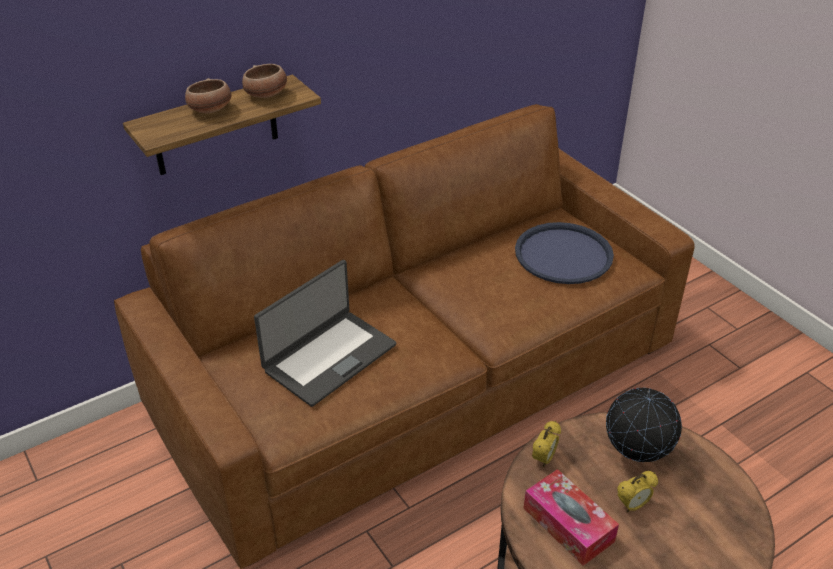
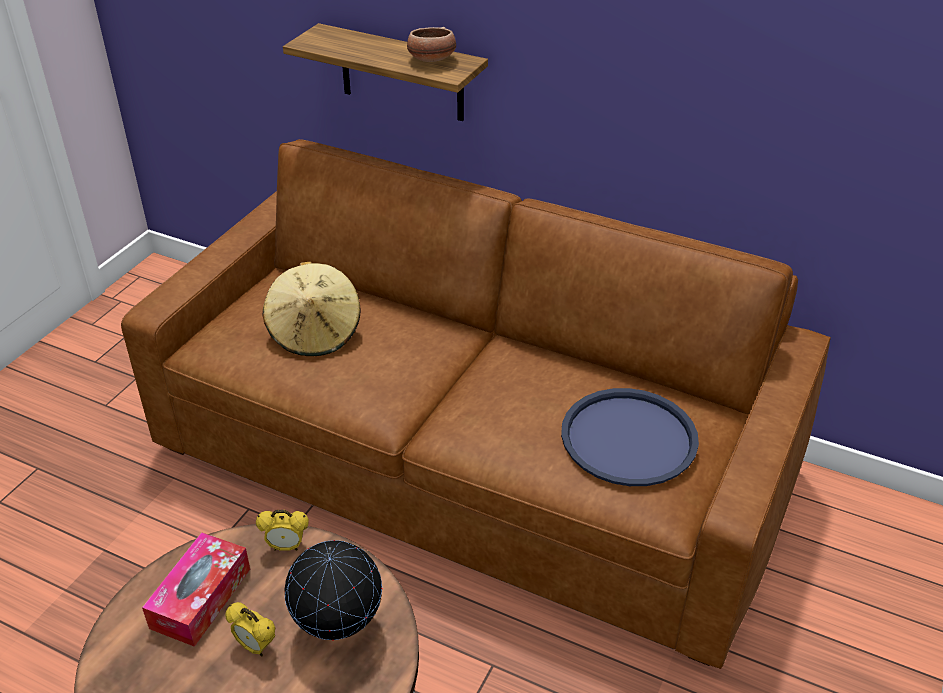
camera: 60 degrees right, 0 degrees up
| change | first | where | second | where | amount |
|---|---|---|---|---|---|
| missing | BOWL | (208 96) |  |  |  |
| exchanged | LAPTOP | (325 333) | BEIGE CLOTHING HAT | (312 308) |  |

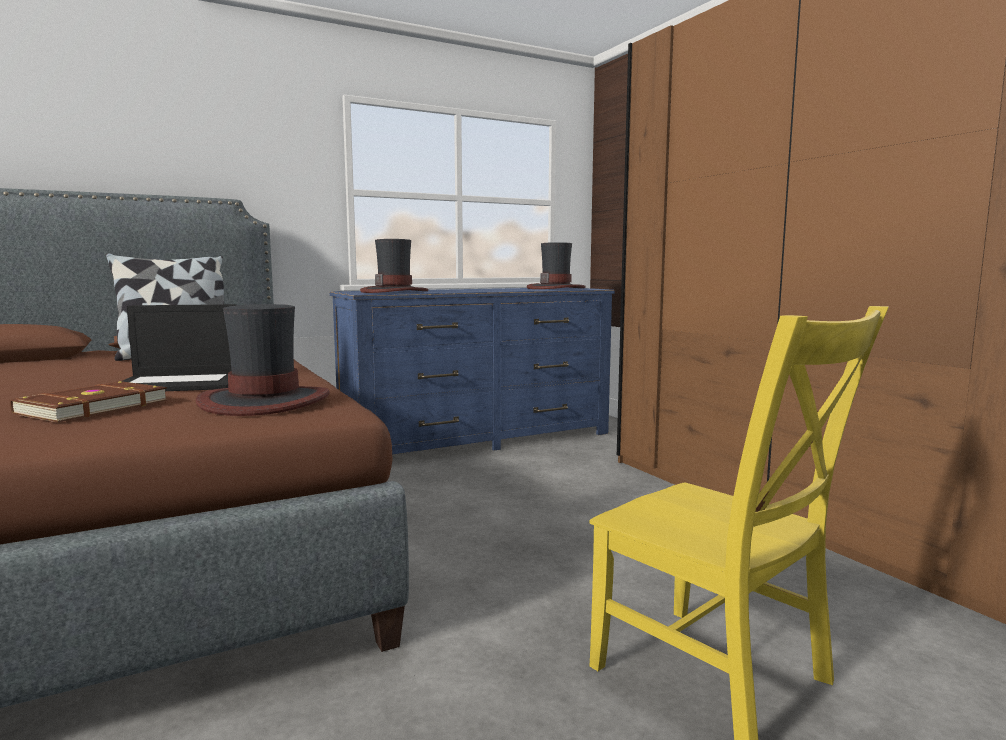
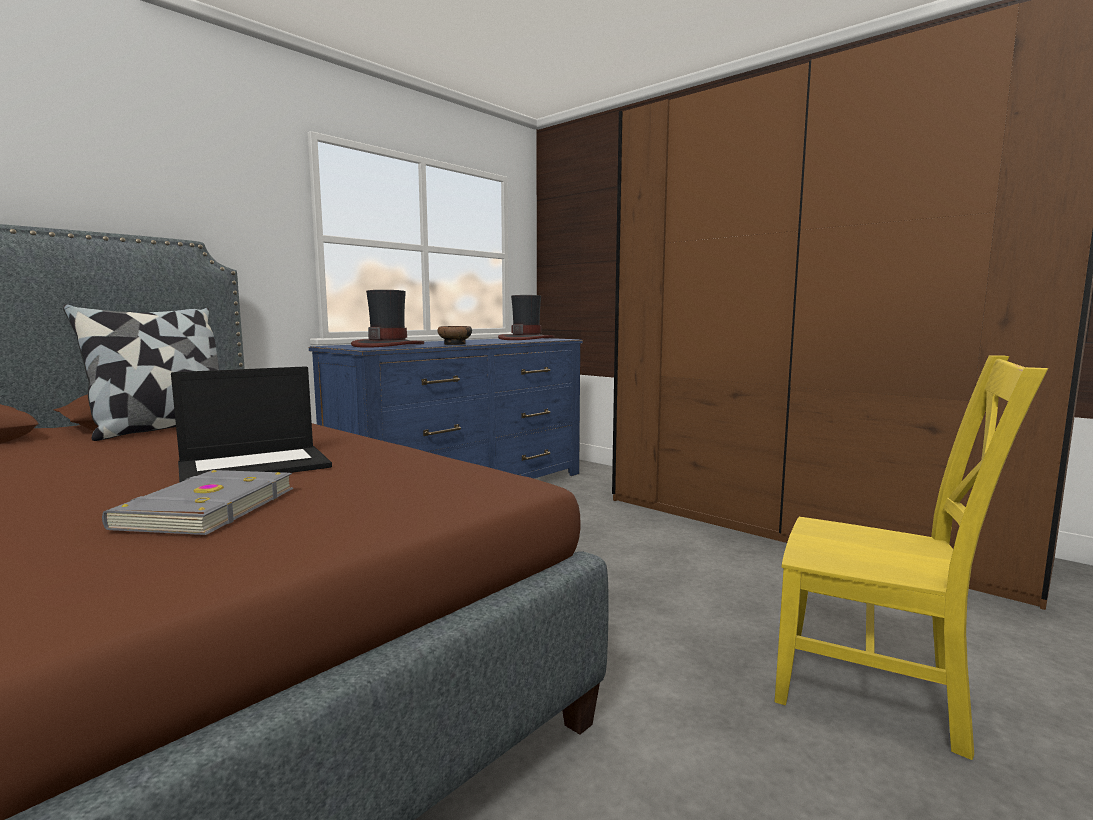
camera: 20 degrees left, 0 degrees up
| change | first | where | second | where | amount |
|---|---|---|---|---|---|
| missing | CLOTHING HAT | (262 360) |  |  |  |
| colour | BROWN-COLOURED BOUND BOOK | (89 401) | GREYISH BOUND BOOK | (197 502) |  |
| appeared |  |  | BOWL | (454 335) |  |

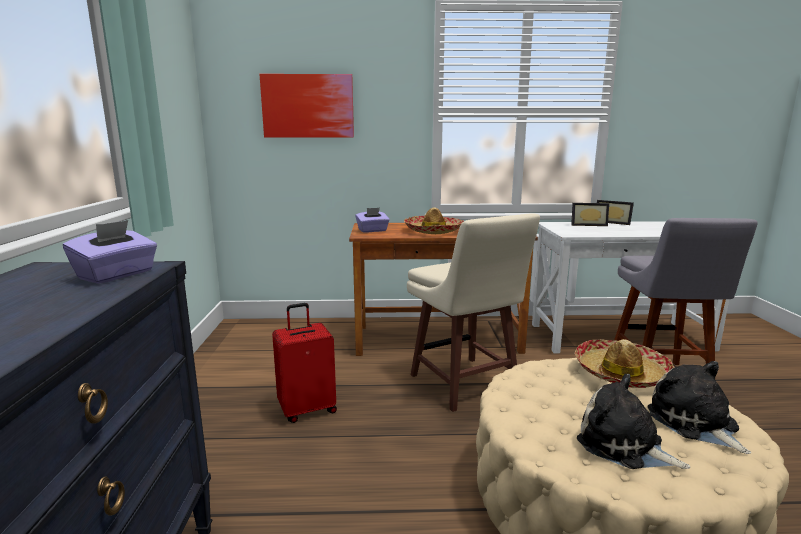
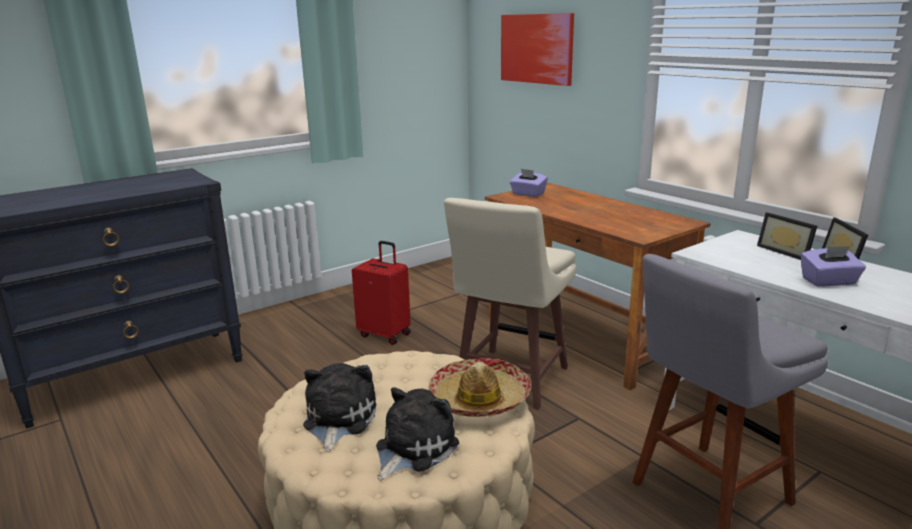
camera: 55 degrees right, 5 degrees up
| change | first | where | second | where | amount |
|---|---|---|---|---|---|
| missing | CLOTHING HAT | (434 220) |  |  |  |
| relocated | PURPLE TISSUE HOLDER | (110 252) |  | (833 266) |  |

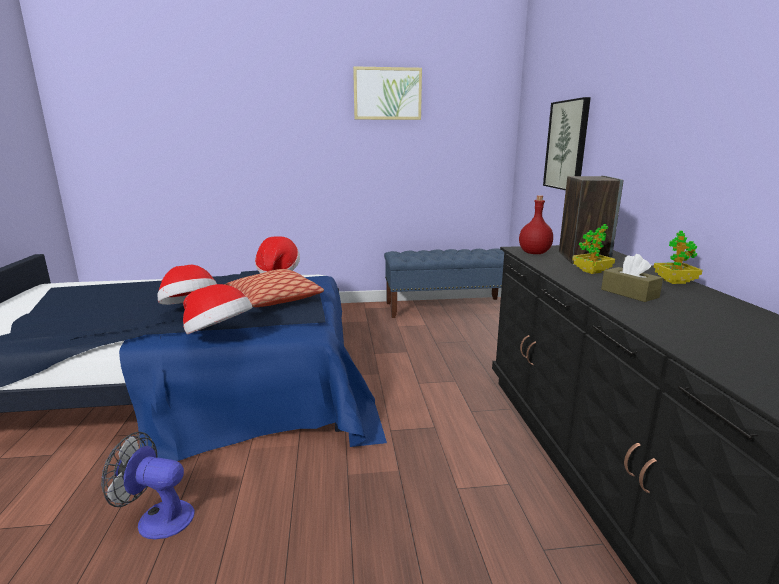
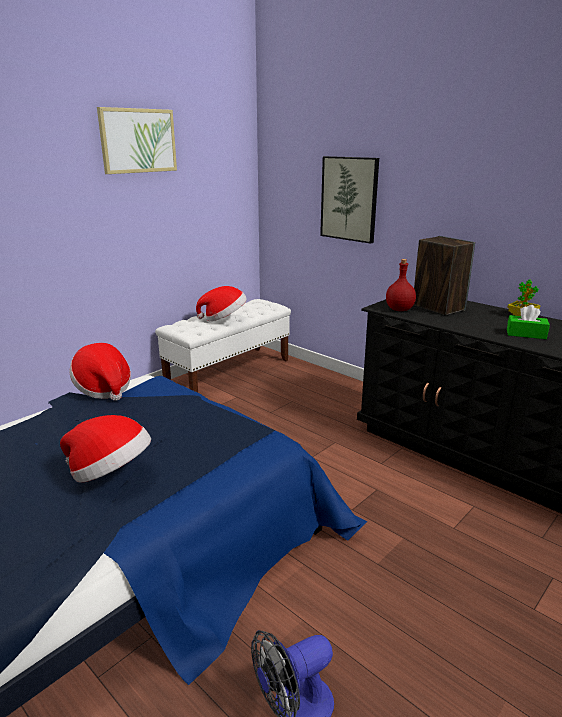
camera: 40 degrees left, 5 degrees up
| change | first | where | second | where | amount |
|---|---|---|---|---|---|
| missing | PLANT IN A POT | (593 249) |  |  |  |
| colour | BLUE-COLOURED LONG SEAT | (444 283) | WHITE LONG SEAT | (223 346) |  |
| colour | BROWN-COLOURED TISSUE HOLDER | (632 278) | GREENISH TISSUE HOLDER | (528 322) |  |
| missing | PILLOW | (274 288) |  |  |  |
| relocated | CLOTHING HAT | (217 309) |  | (221 303) |  |

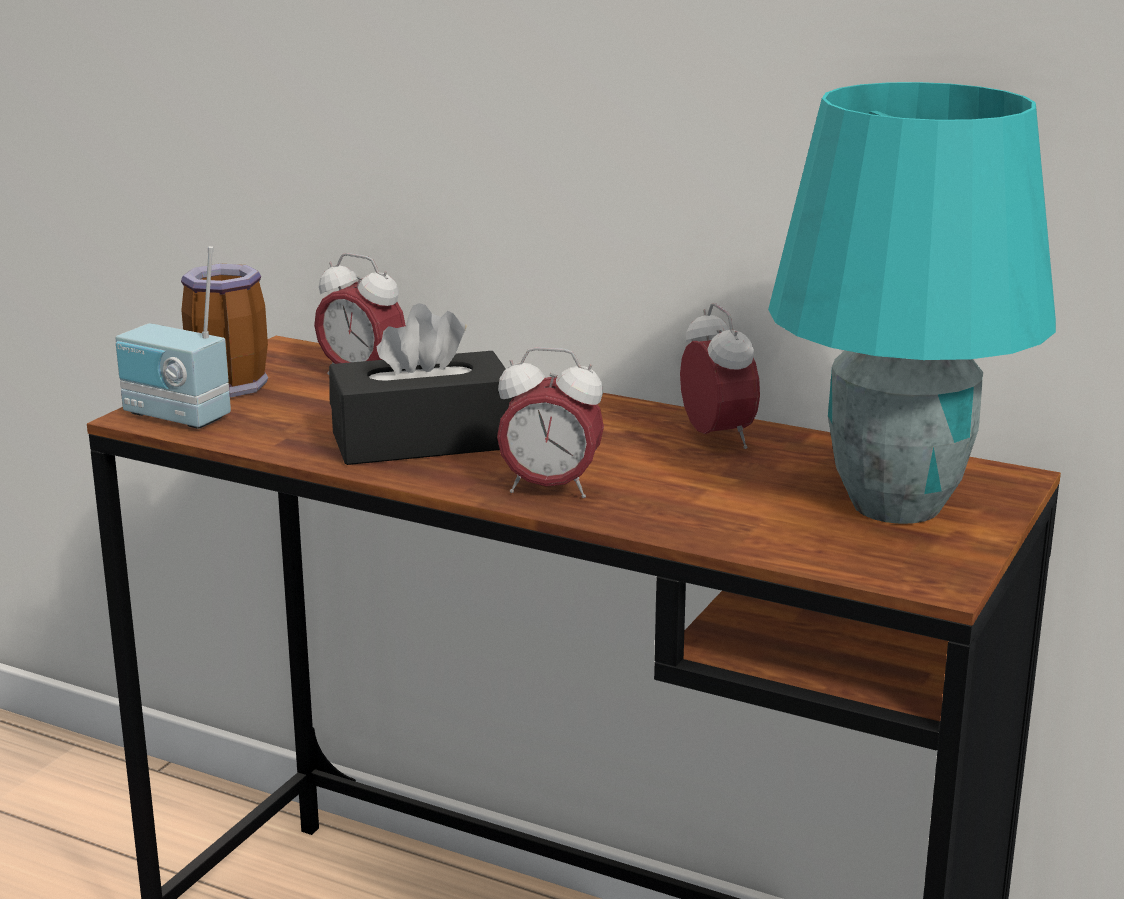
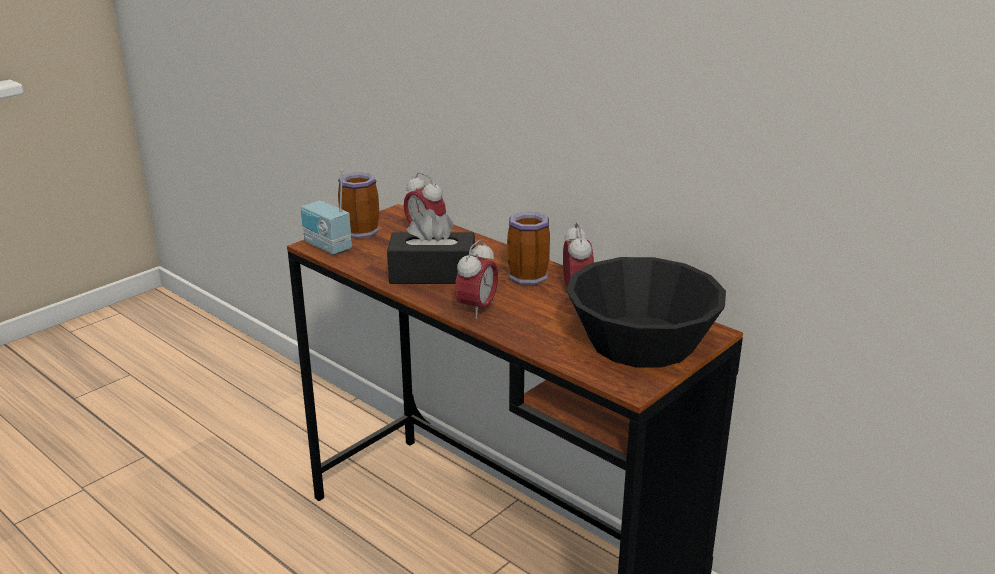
camera: 15 degrees right, 5 degrees up
| change | first | where | second | where | amount |
|---|---|---|---|---|---|
| exchanged | BLUE-GREEN LAMP FOR A TABLE | (912 303) | BLACK BOWL | (646 312) |  |
| spun | TABLE CLOCK | (550 422) |  | (476 279) | 90 degrees counterclockwise |
| appeared |  |  | COFFEE MUG | (528 248) |  |

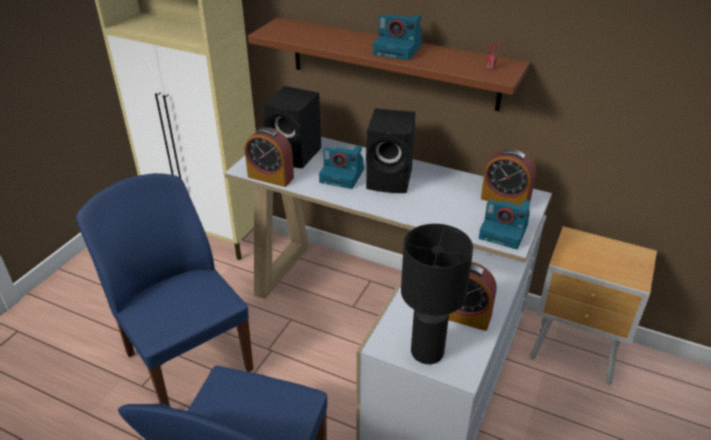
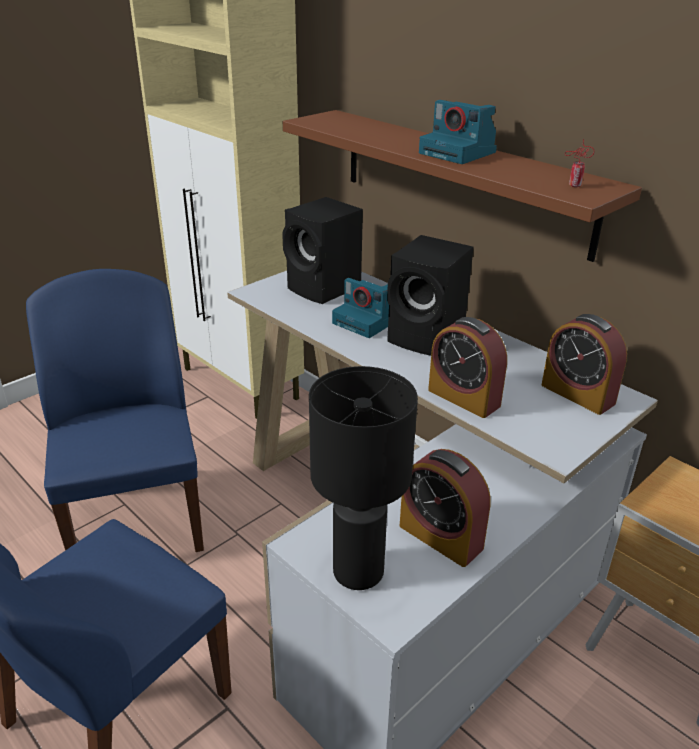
camera: 20 degrees right, 5 degrees down
| change | first | where | second | where | amount |
|---|---|---|---|---|---|
| relocated | TABLE CLOCK | (269 157) |  | (467 367) |  |
| missing | PHOTO CAMERA | (505 224) |  |  |  |

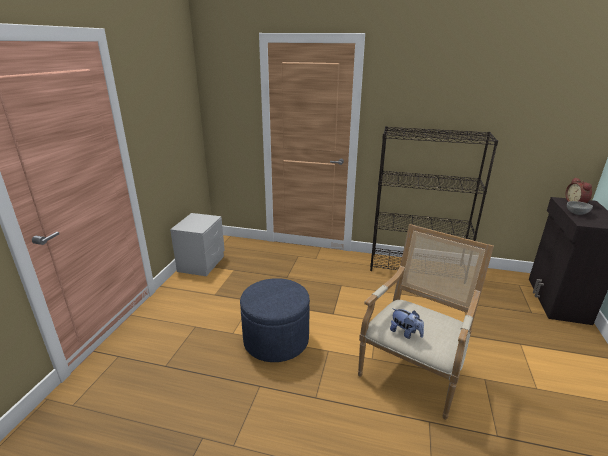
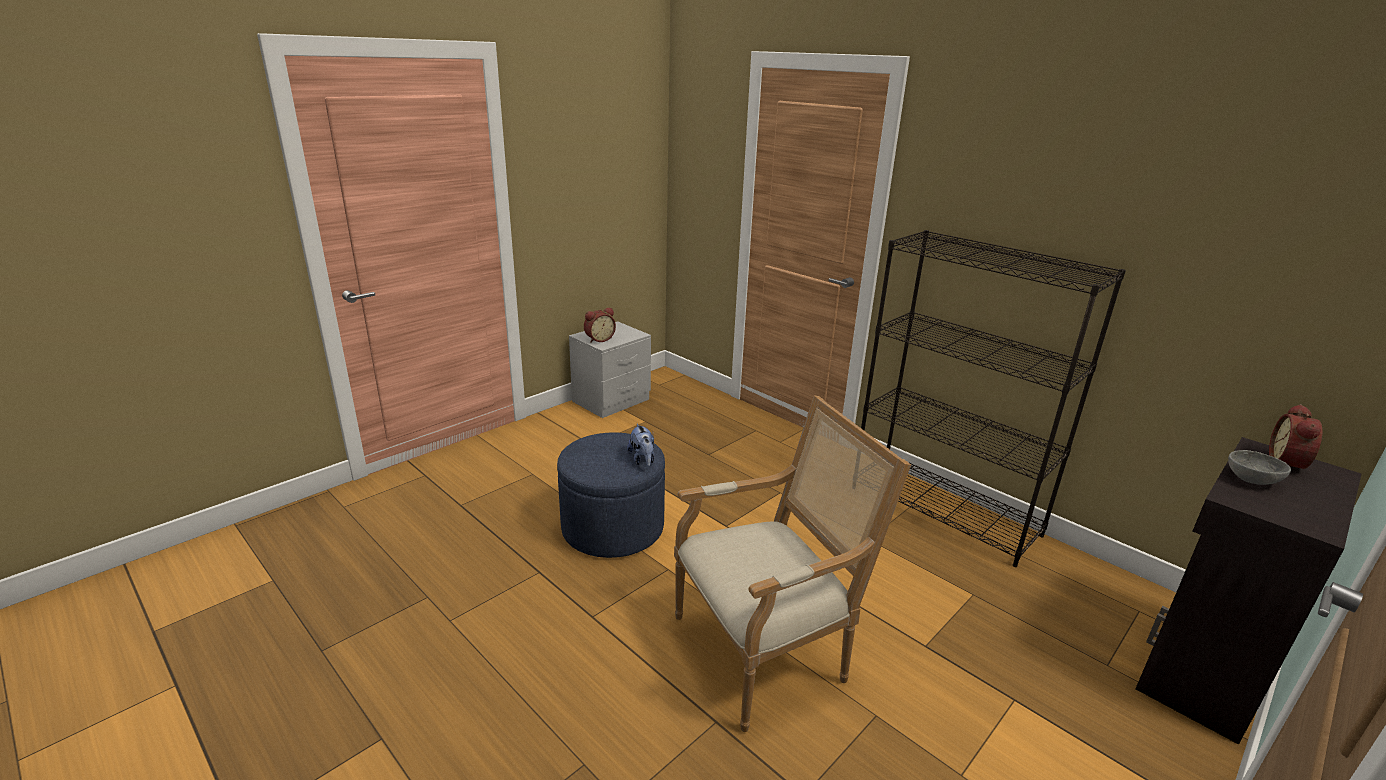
camera: 30 degrees right, 0 degrees up
| change | first | where | second | where | amount |
|---|---|---|---|---|---|
| relocated | SOFT TOY | (407 323) |  | (641 445) |  |
| appeared |  |  | TABLE CLOCK | (600 325) |  |

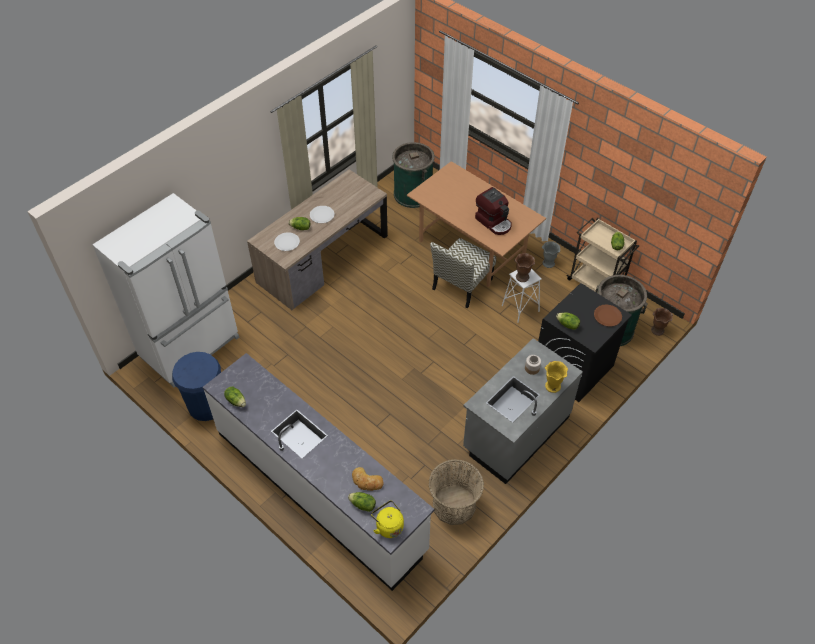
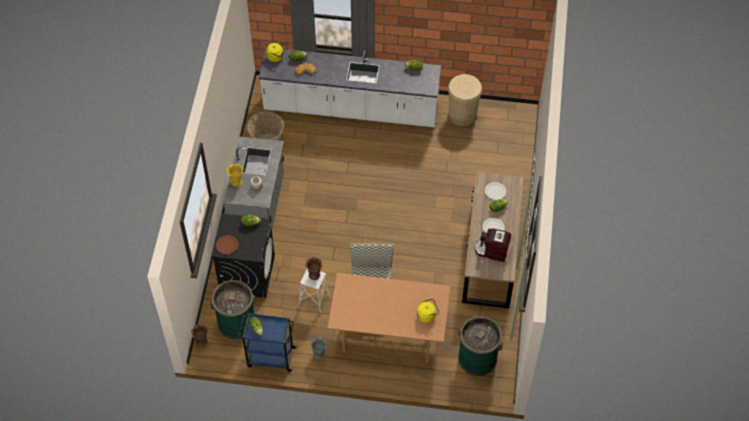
camera: 145 degrees right, 5 degrees up
| change | first | where | second | where | amount |
|---|---|---|---|---|---|
| relocated | COFFEE MACHINE | (493 211) |  | (493 245) |  |
| missing | WHITE REFRIGERATOR | (165 290) |  |  |  |
| colour | BEIGE WHEELED CART | (602 254) | BLUE-COLOURED WHEELED CART | (268 342) |  |
| colour | BLUE-COLOURED RUBBISH BIN | (196 386) | BEIGE RUBBISH BIN | (465 100) |  |
| appeared |  |  | YELLOWISH WATER KETTLE | (428 311) |  |

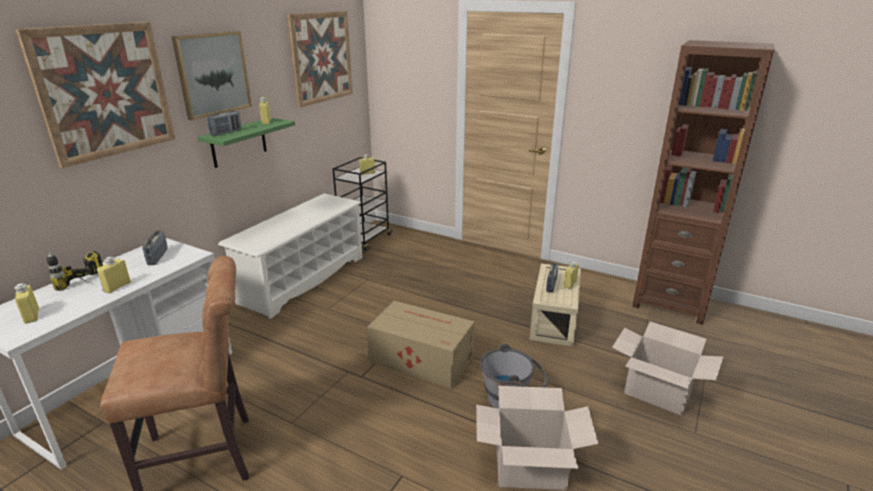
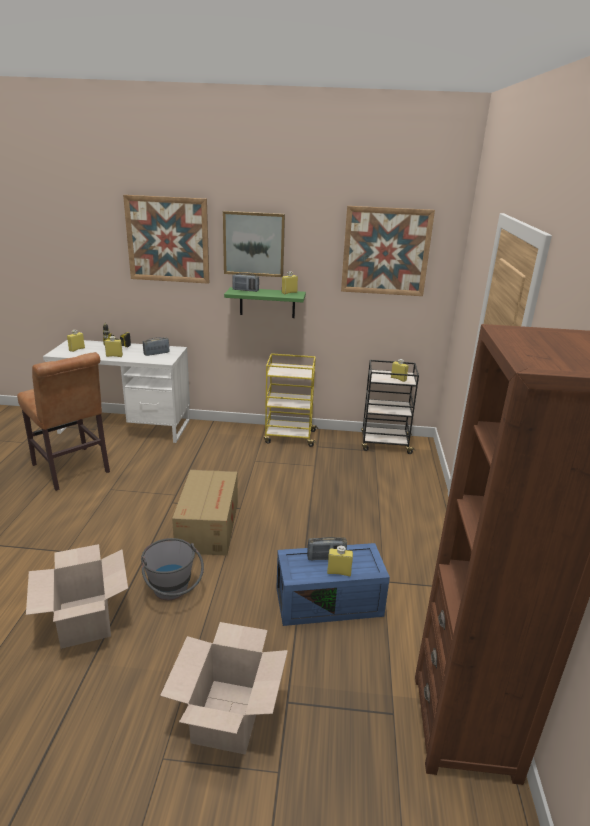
camera: 65 degrees right, 0 degrees up
| change | first | where | second | where | amount |
|---|---|---|---|---|---|
| exchanged | WHITE SHOE SHELF | (290 256) | YELLOWISH WHEELED CART | (291 400) |  |
| colour | BEIGE STORAGE BIN | (555 305) | BLUE-COLOURED STORAGE BIN | (333 584) |  |

